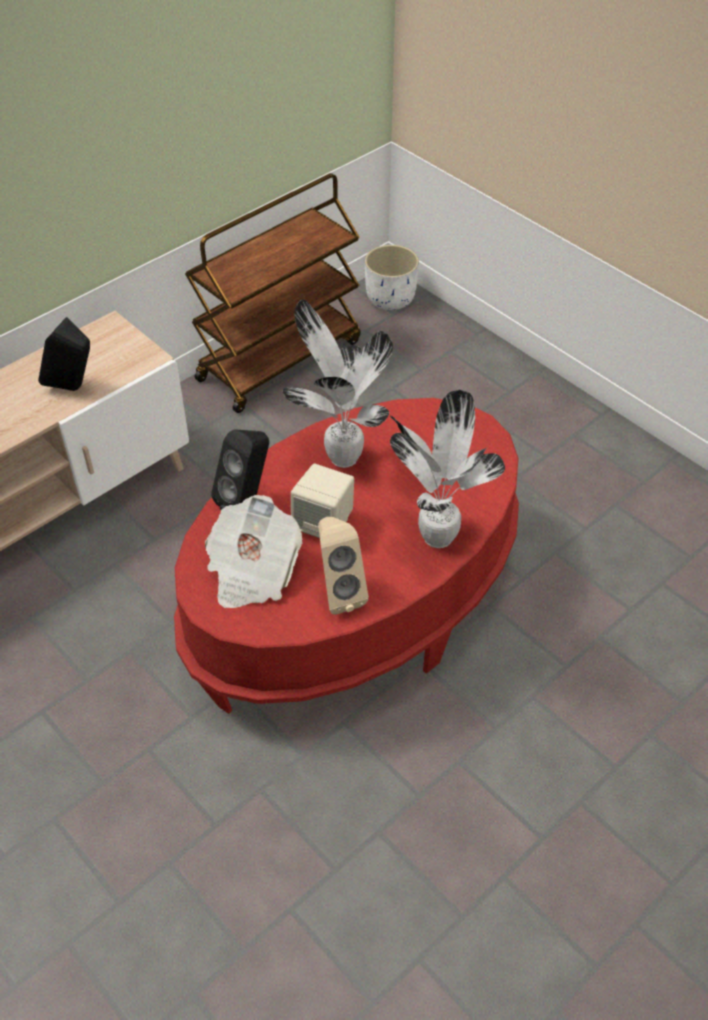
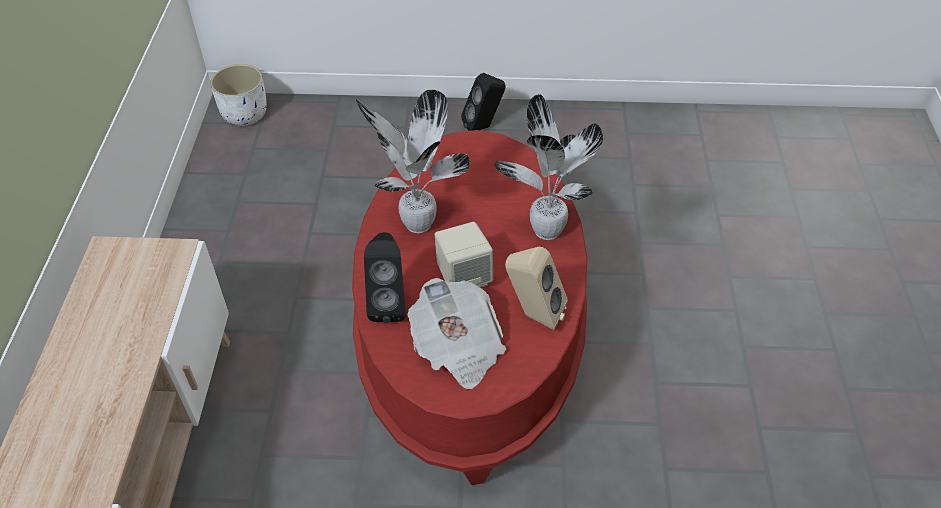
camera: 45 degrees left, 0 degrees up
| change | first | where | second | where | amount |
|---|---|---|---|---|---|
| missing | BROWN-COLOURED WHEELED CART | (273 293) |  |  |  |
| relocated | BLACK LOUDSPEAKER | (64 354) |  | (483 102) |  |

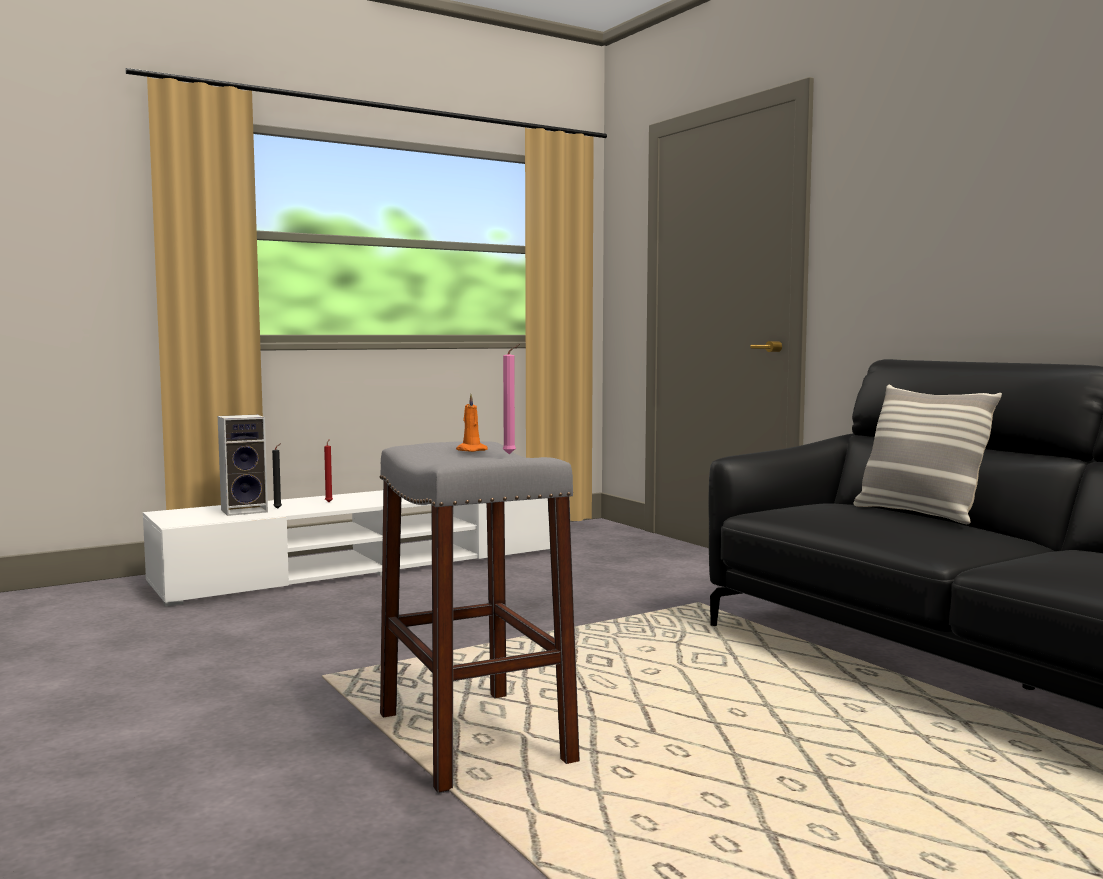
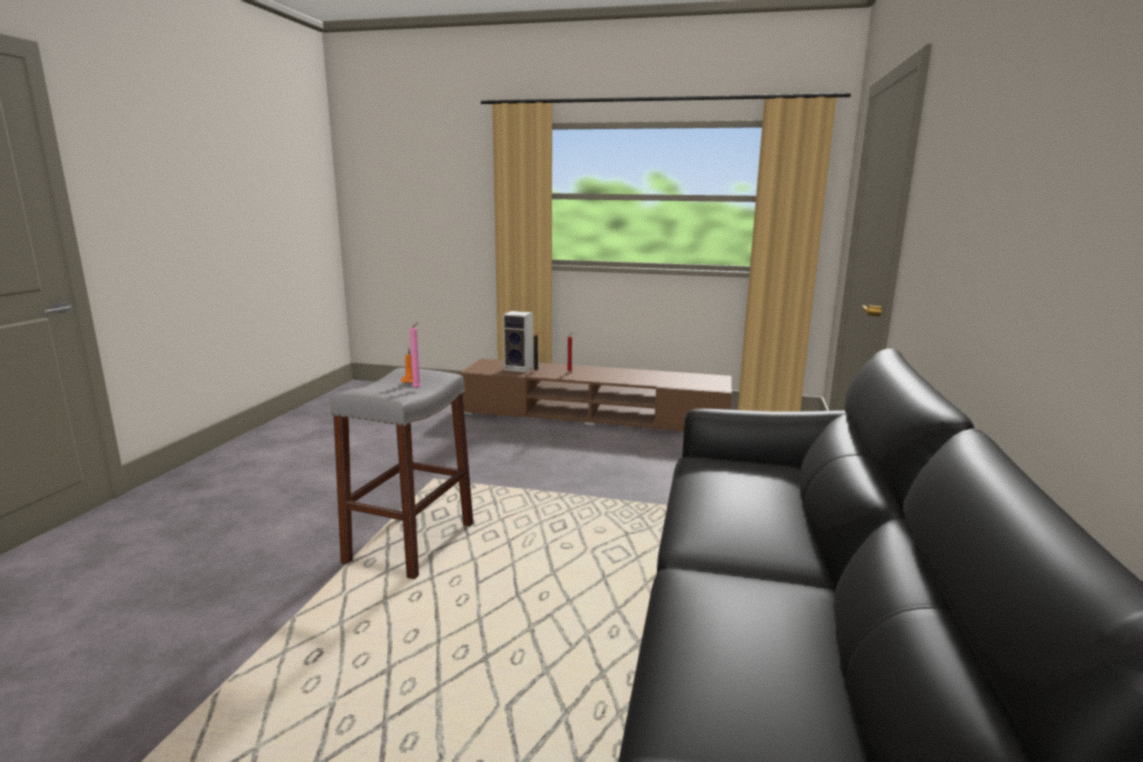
camera: 45 degrees right, 10 degrees up
| change | first | where | second | where | amount |
|---|---|---|---|---|---|
| missing | PILLOW | (927 454) |  |  |  |
| colour | WHITE MEDIA CONSOLE | (346 548) | BROWN-COLOURED MEDIA CONSOLE | (596 395) |  |

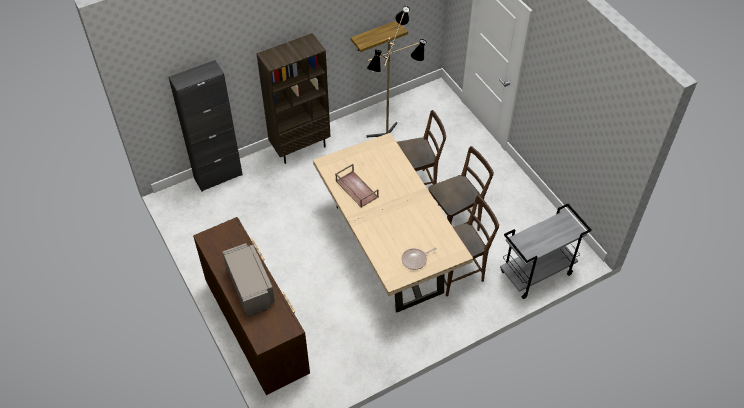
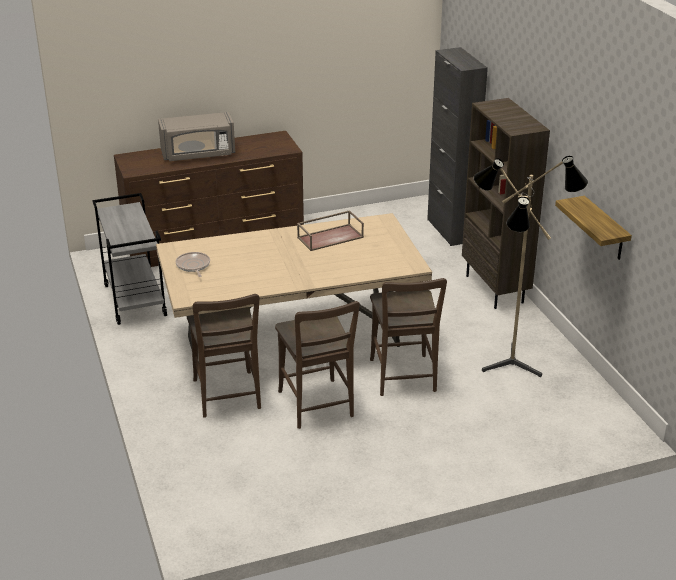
camera: 100 degrees right, 20 degrees down
| change | first | where | second | where | amount |
|---|---|---|---|---|---|
| relocated | GREYISH WHEELED CART | (546 251) |  | (129 259) |  |

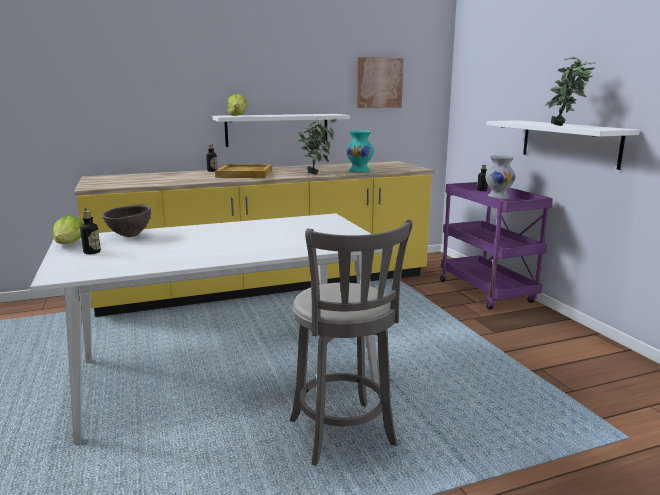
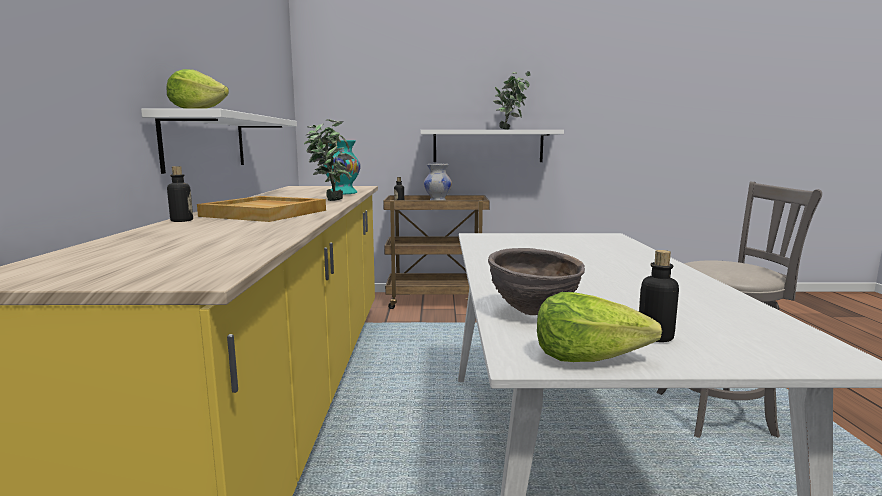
camera: 70 degrees left, 5 degrees down
| change | first | where | second | where | amount |
|---|---|---|---|---|---|
| missing | PICTURE | (380 82) |  |  |  |
| colour | PURPLE WHEELED CART | (496 246) | BROWN-COLOURED WHEELED CART | (436 252) |  |

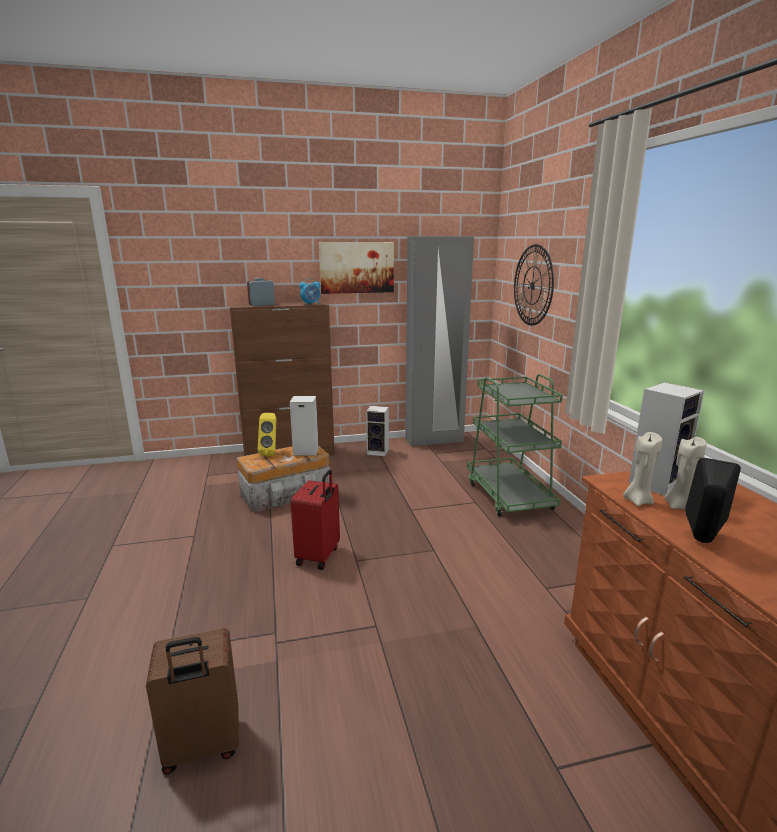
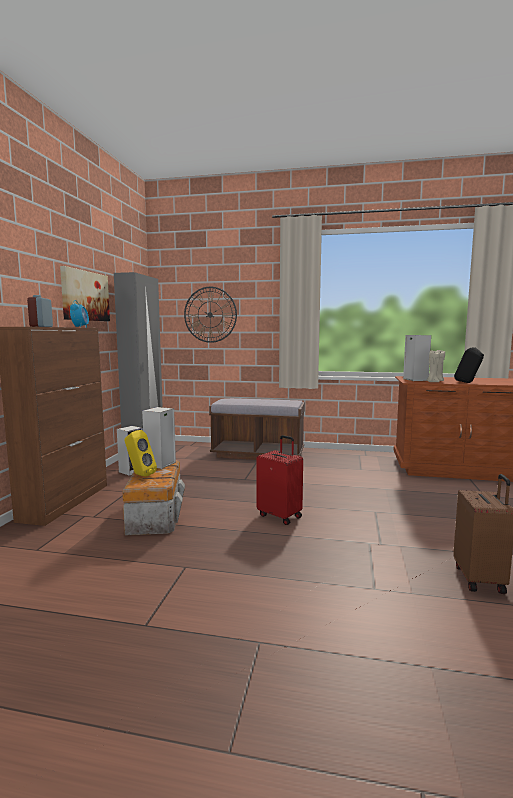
camera: 65 degrees left, 10 degrees down
| change | first | where | second | where | amount |
|---|---|---|---|---|---|
| exchanged | GREENISH WHEELED CART | (515 445) | BROWN-COLOURED LONG SEAT | (257 429) |  |

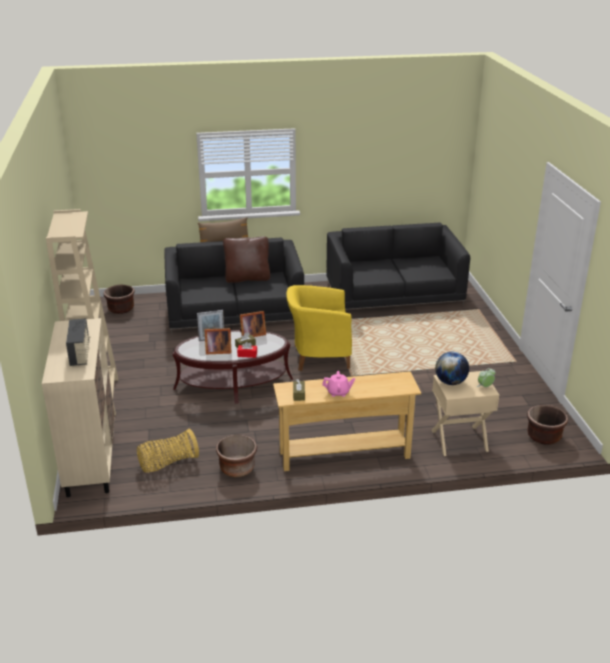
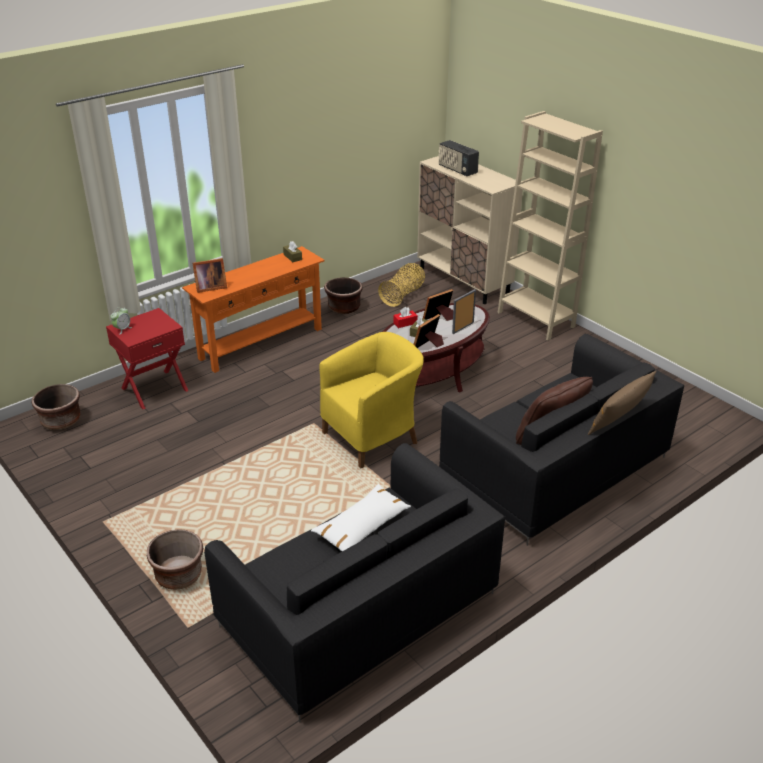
camera: 150 degrees right, 5 degrees up
| change | first | where | second | where | amount |
|---|---|---|---|---|---|
| relocated | BROWN-COLOURED PLANT POT | (119 299) |  | (175 559) |  |
| missing | DESK GLOBE | (452 368) |  |  |  |
| colour | BEIGE CONSOLE TABLE | (347 421) | ORANGE CONSOLE TABLE | (253 309) |  |
| missing | PINK TEA POT | (338 384) |  |  |  |
| colour | BEIGE BEDSIDE TABLE | (465 413) | RED BEDSIDE TABLE | (147 358) |  |
| appeared |  |  | PICTURE FRAME | (209 275) |  |
| appeared |  |  | WHITE PILLOW | (361 517) |  |

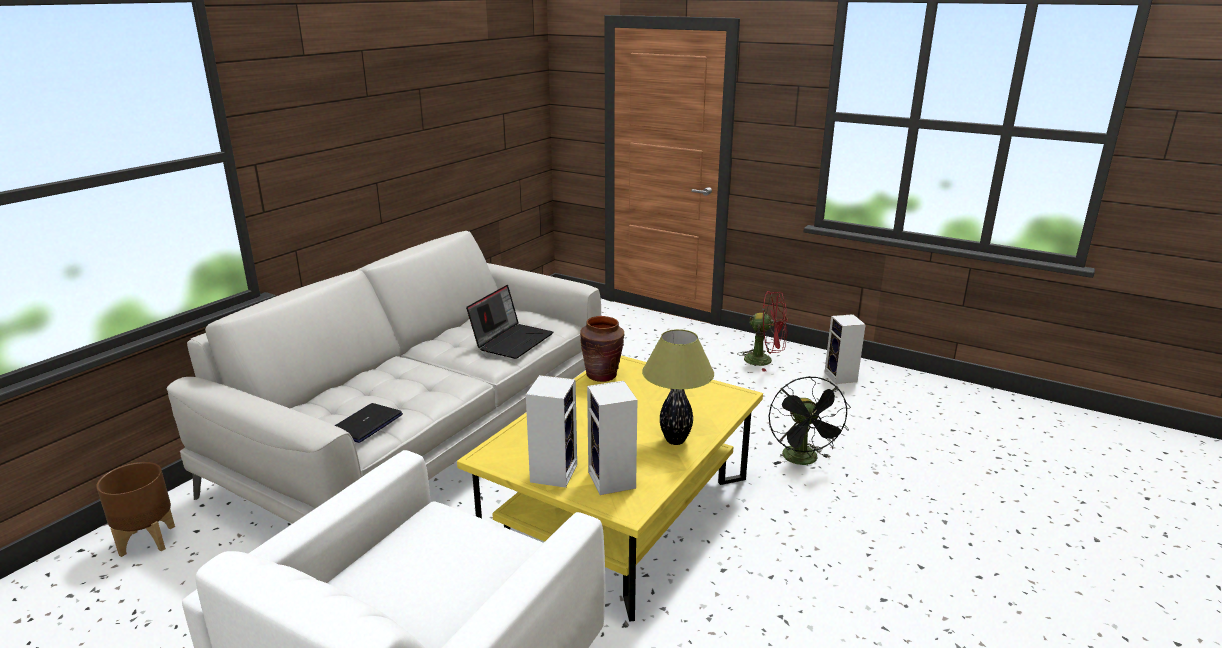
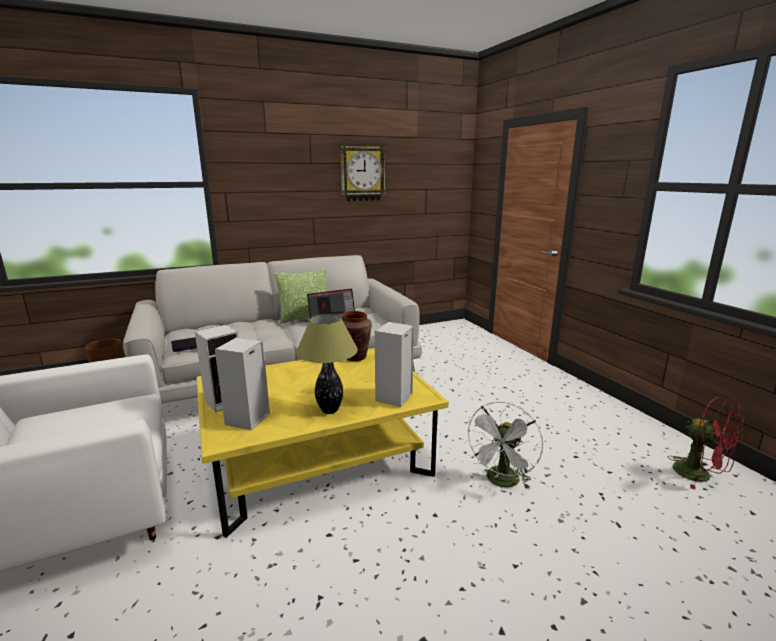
camera: 35 degrees right, 5 degrees down
| change | first | where | second | where | amount |
|---|---|---|---|---|---|
| relocated | RED COOLING FAN | (762 331) |  | (706 443) |  |
| relocated | LOUDSPEAKER | (845 349) |  | (394 364) |  |
| colour | BLACK COOLING FAN | (810 421) | WHITE COOLING FAN | (503 445) |  |
| appeared |  |  | CLOCK ON THE WALL | (363 173) |  |
| appeared |  |  | PILLOW | (300 296) |  |

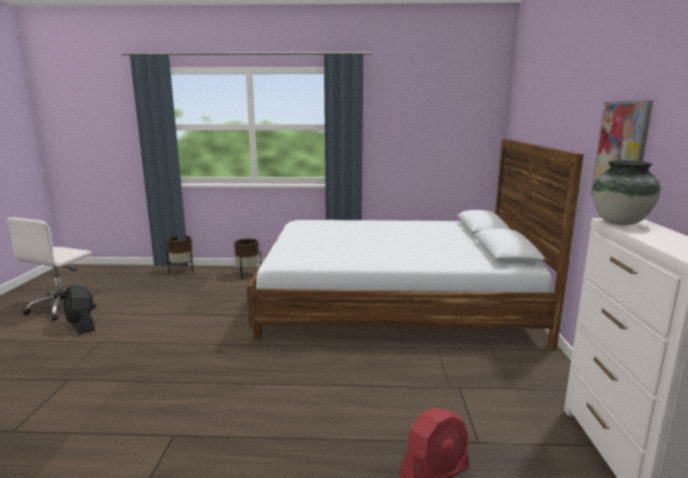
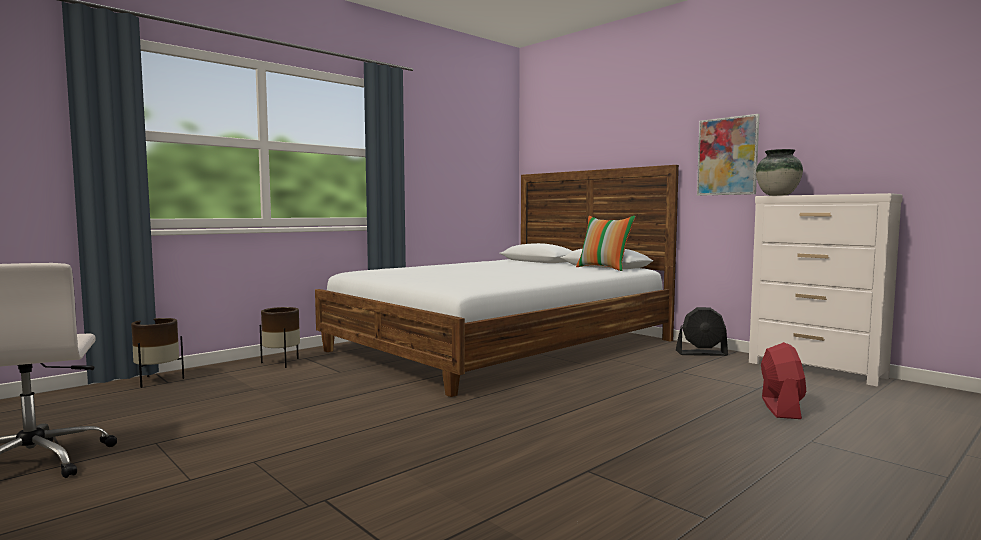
camera: 45 degrees left, 10 degrees down
| change | first | where | second | where | amount |
|---|---|---|---|---|---|
| relocated | BLACK COOLING FAN | (79 309) |  | (702 331) |  |
| appeared |  |  | PILLOW | (606 243) |  |

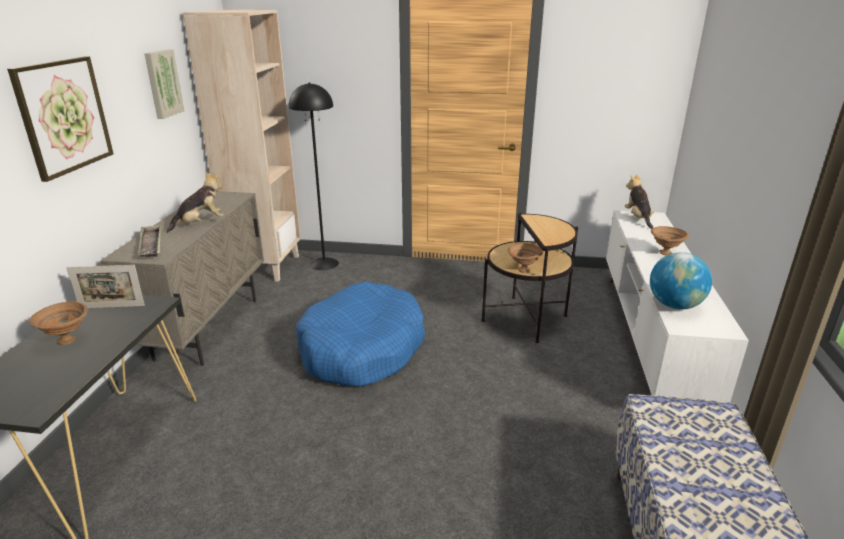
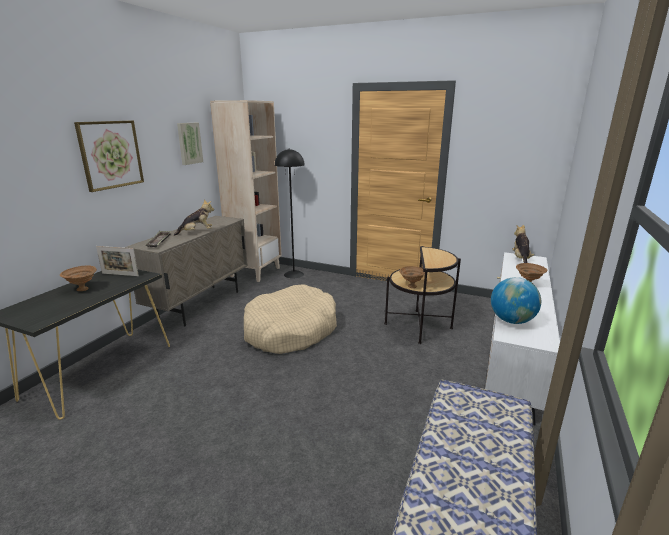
camera: 15 degrees right, 5 degrees down
| change | first | where | second | where | amount |
|---|---|---|---|---|---|
| colour | BLUE-COLOURED PET BED | (360 333) | BEIGE PET BED | (290 319) |  |

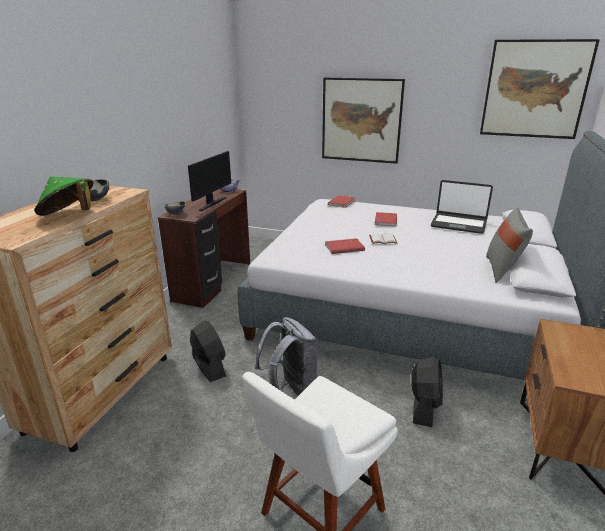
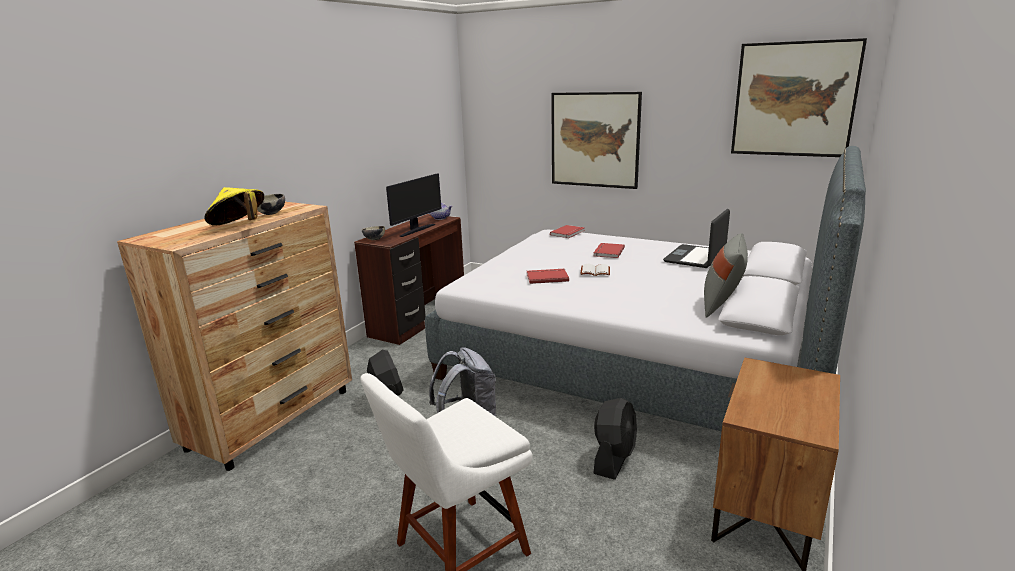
camera: 10 degrees right, 5 degrees down
| change | first | where | second | where | amount |
|---|---|---|---|---|---|
| colour | GREENISH CLOTHING HAT | (63 196) | YELLOWISH CLOTHING HAT | (234 206) |  |
| spun | LAPTOP | (462 207) |  | (696 238) | 90 degrees clockwise |

